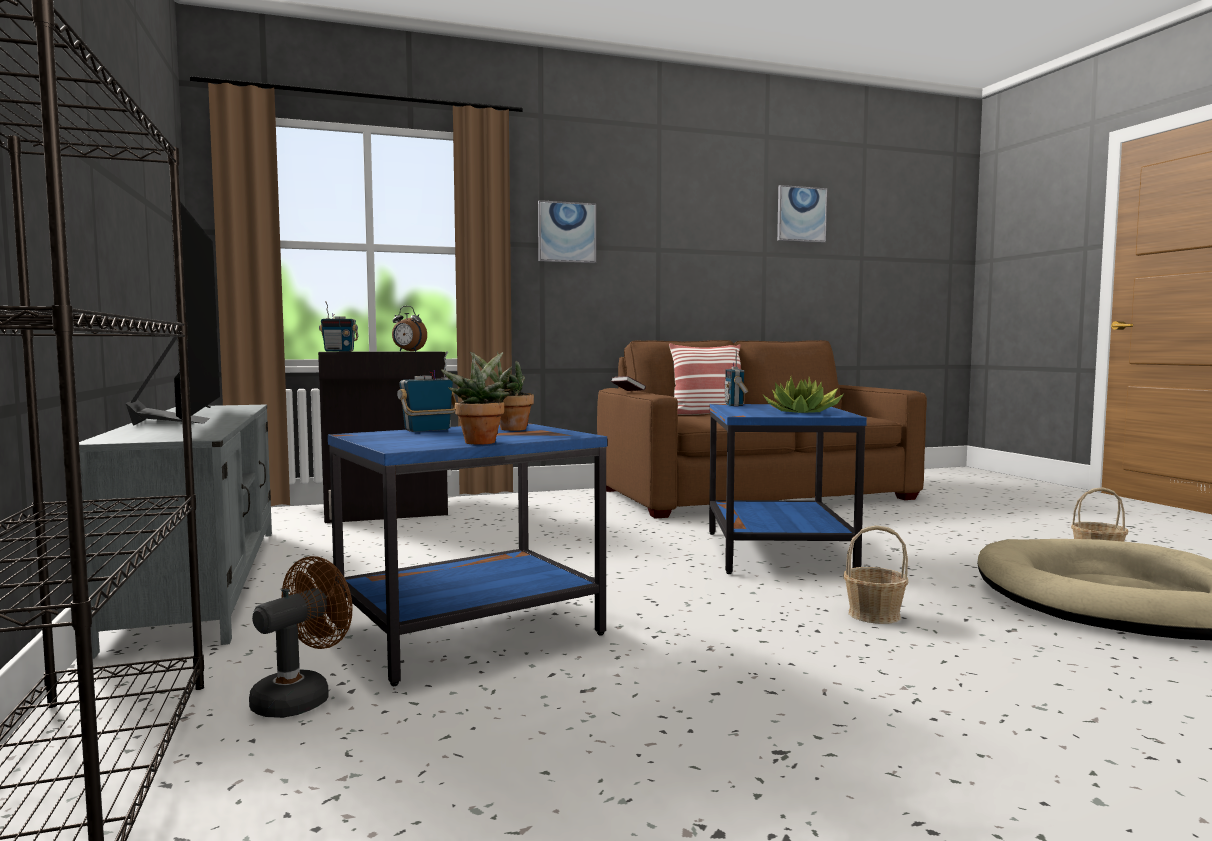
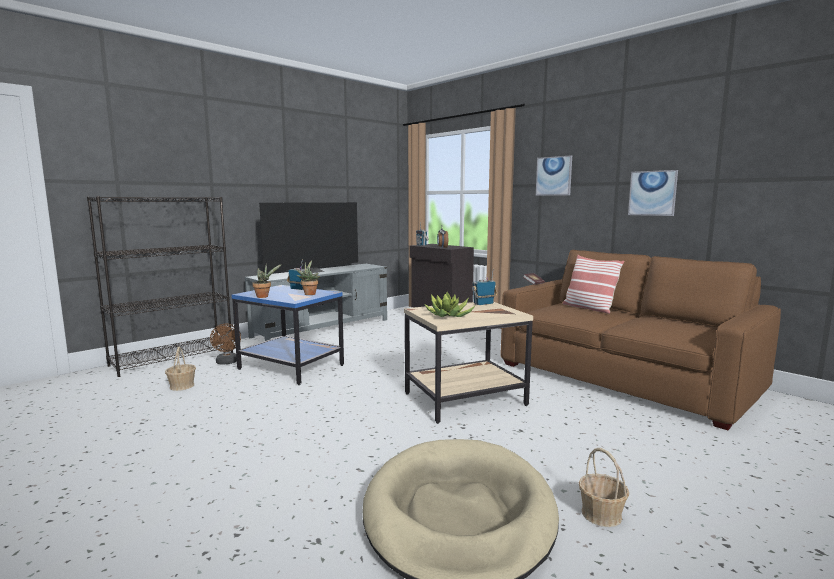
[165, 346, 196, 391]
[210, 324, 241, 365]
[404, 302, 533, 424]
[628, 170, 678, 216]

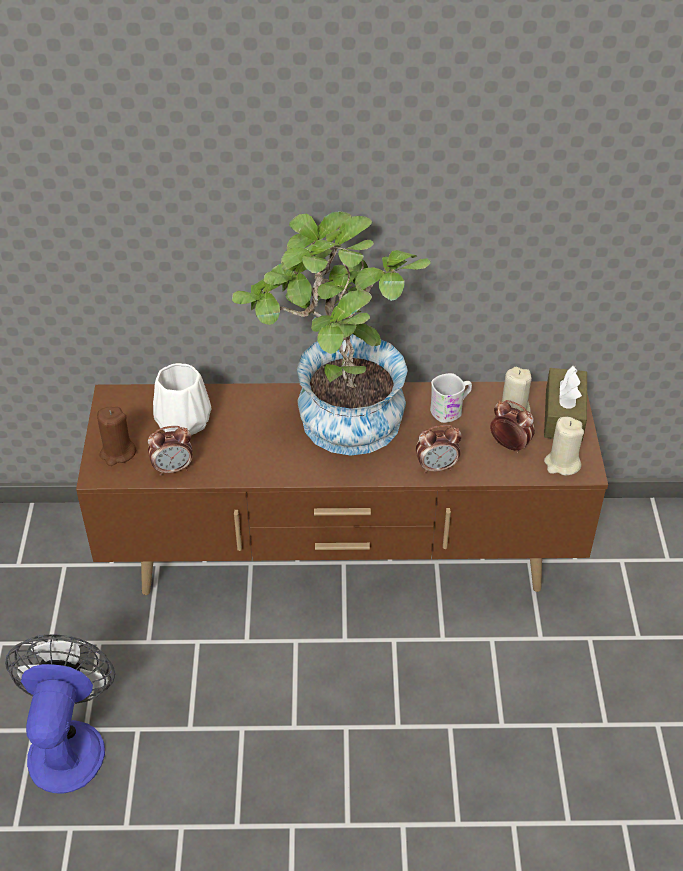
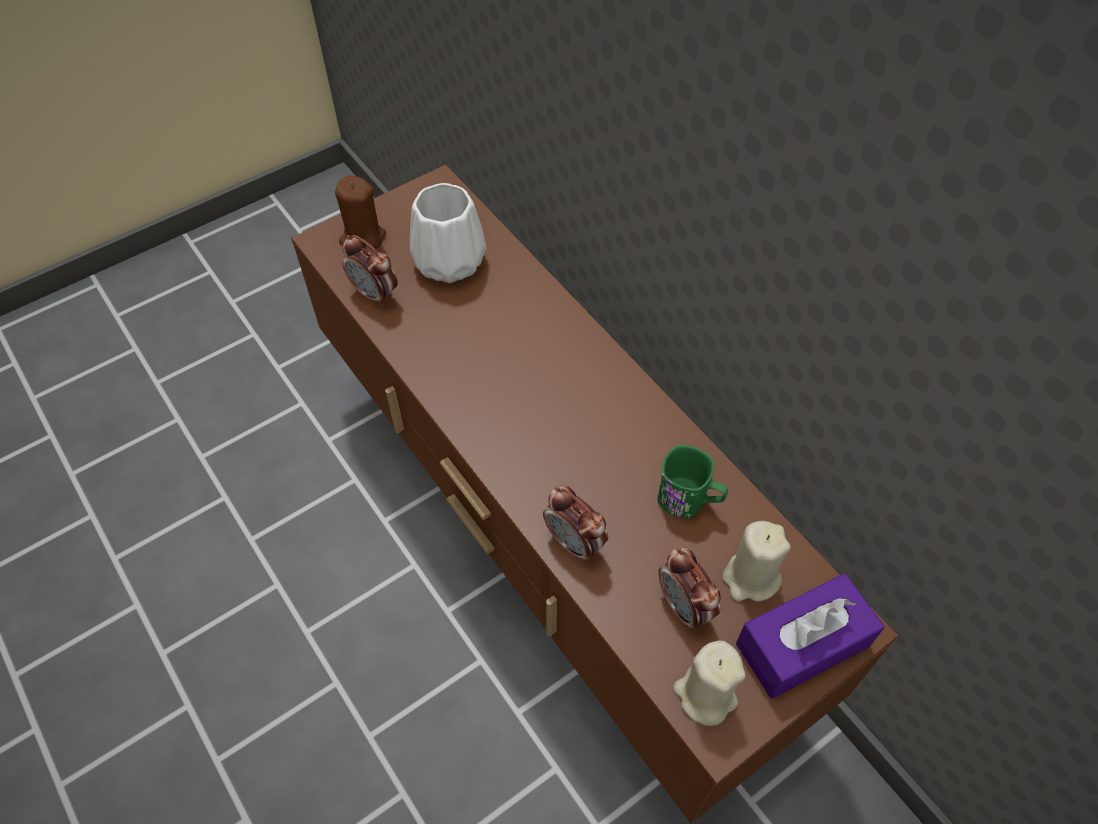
[657, 445, 728, 518]
[659, 547, 721, 629]
[736, 573, 884, 699]
[5, 634, 115, 793] (first image)
[232, 211, 431, 456] (first image)

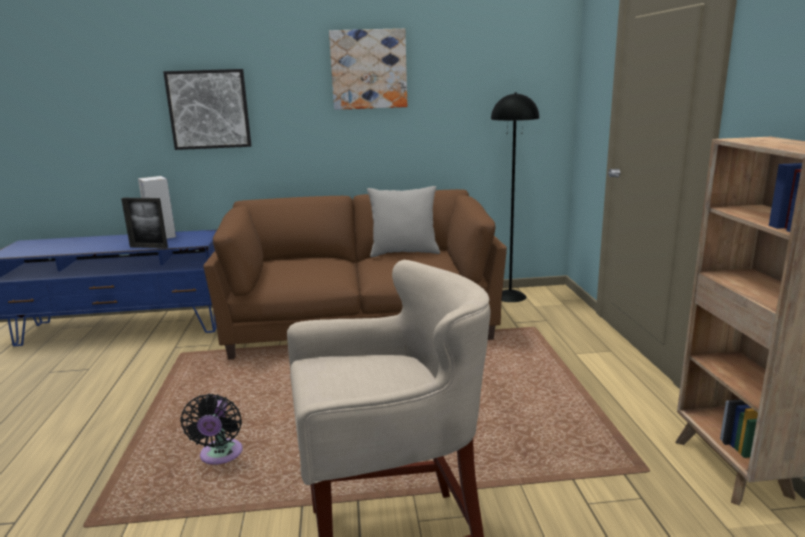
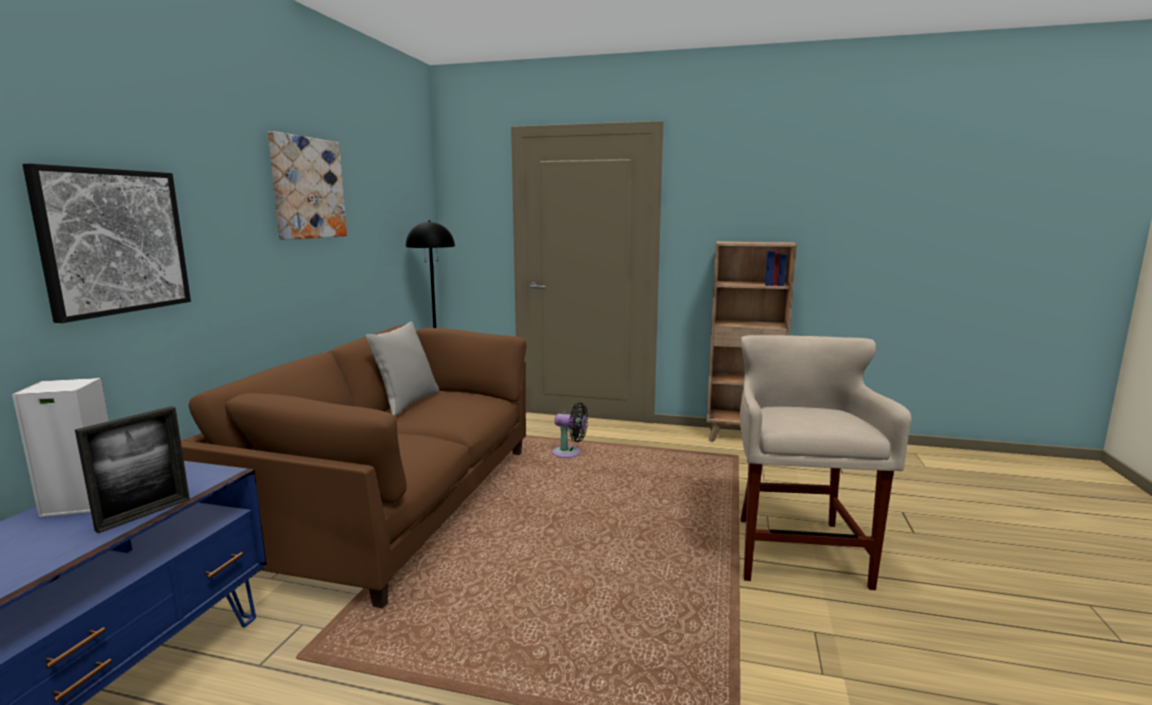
[552, 402, 588, 458]

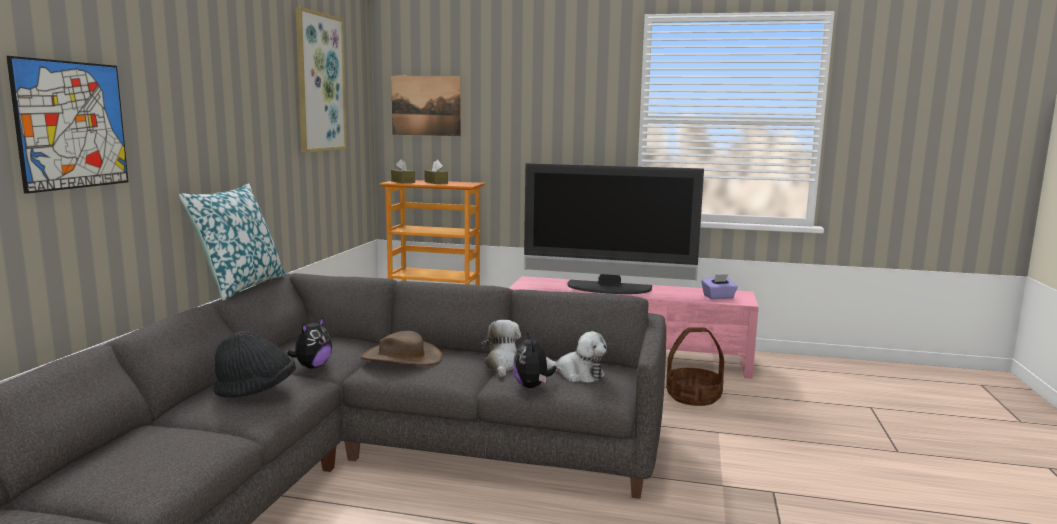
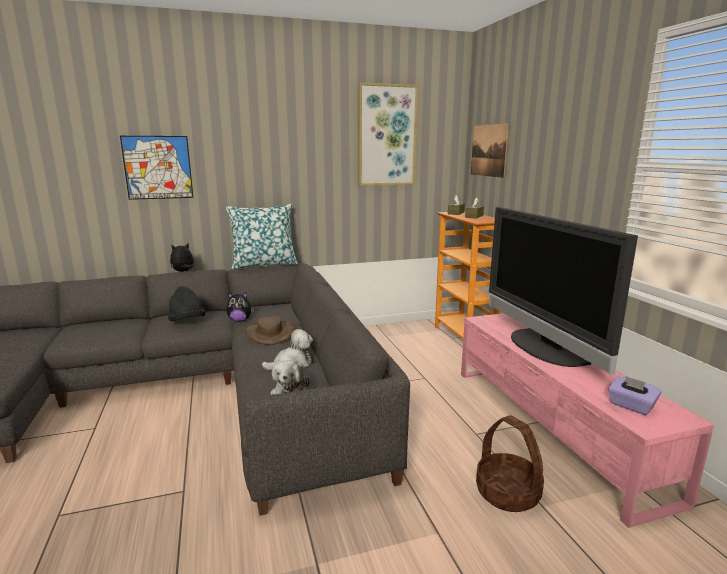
[170, 243, 194, 272]

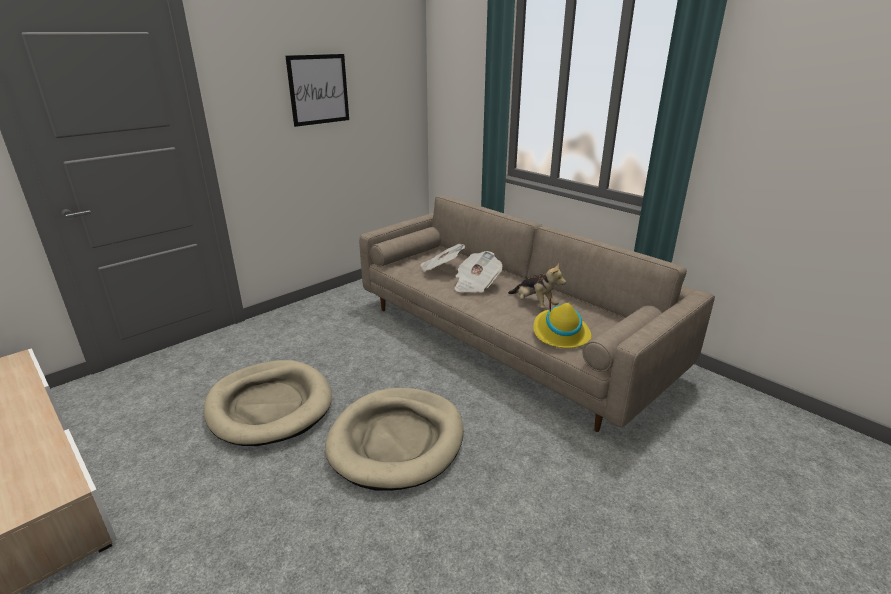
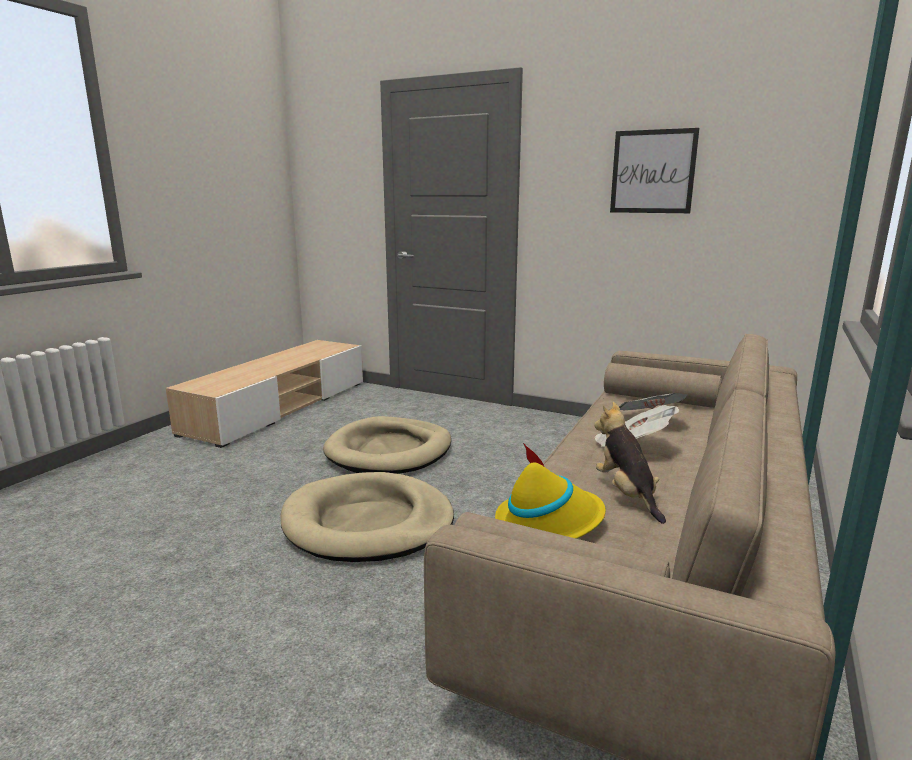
[594, 402, 666, 524]

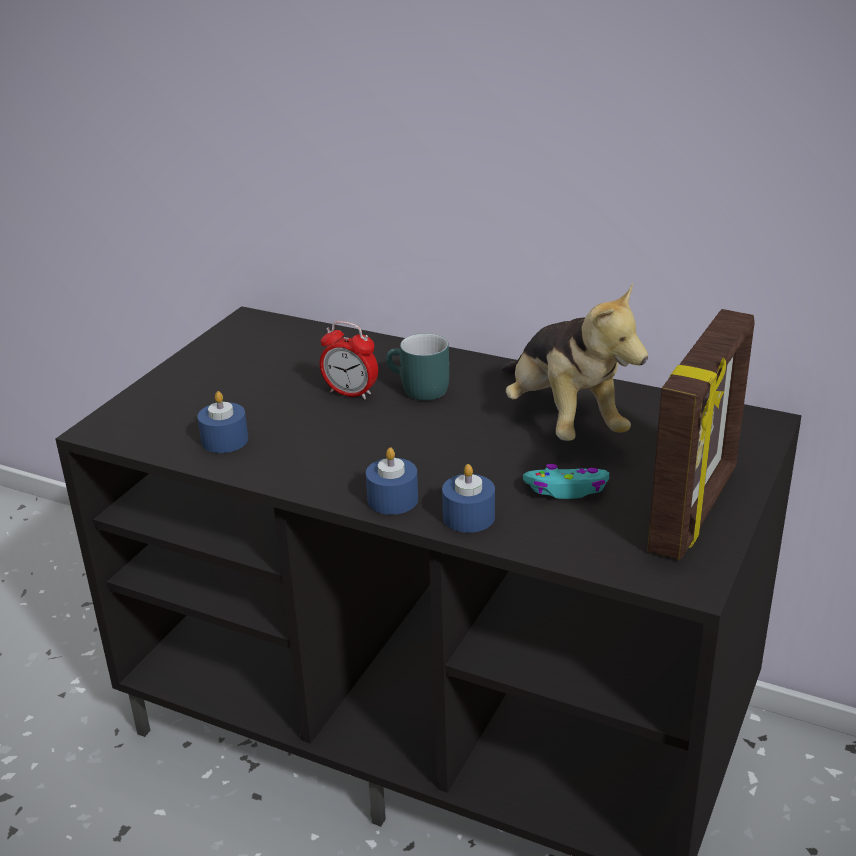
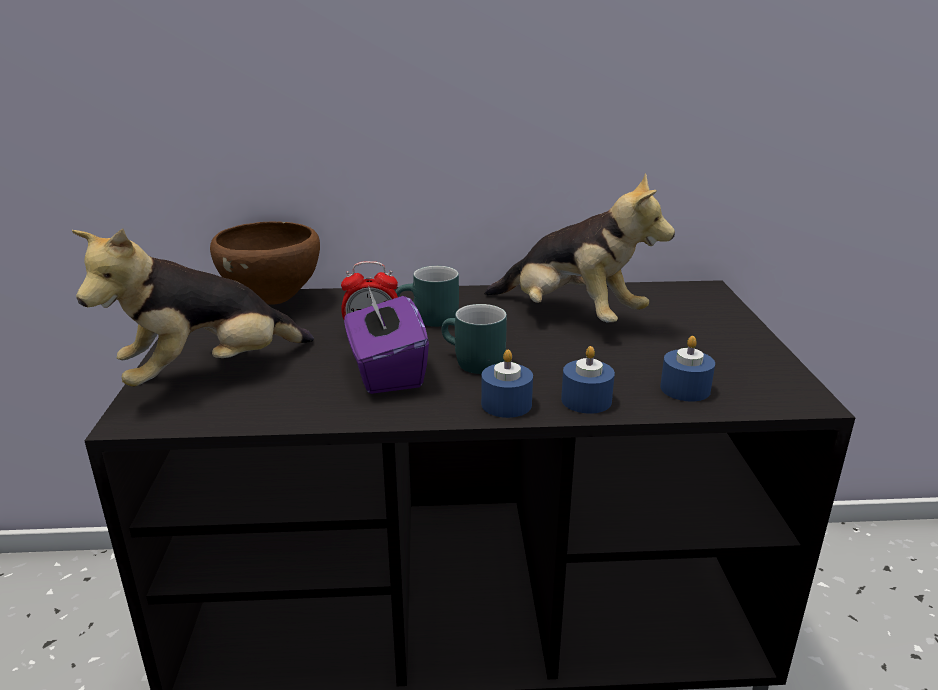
[72, 229, 314, 386]
[210, 222, 320, 305]
[344, 287, 429, 394]
[441, 304, 507, 374]
[660, 336, 715, 402]
[523, 464, 609, 499] (first image)
[648, 309, 755, 560] (first image)

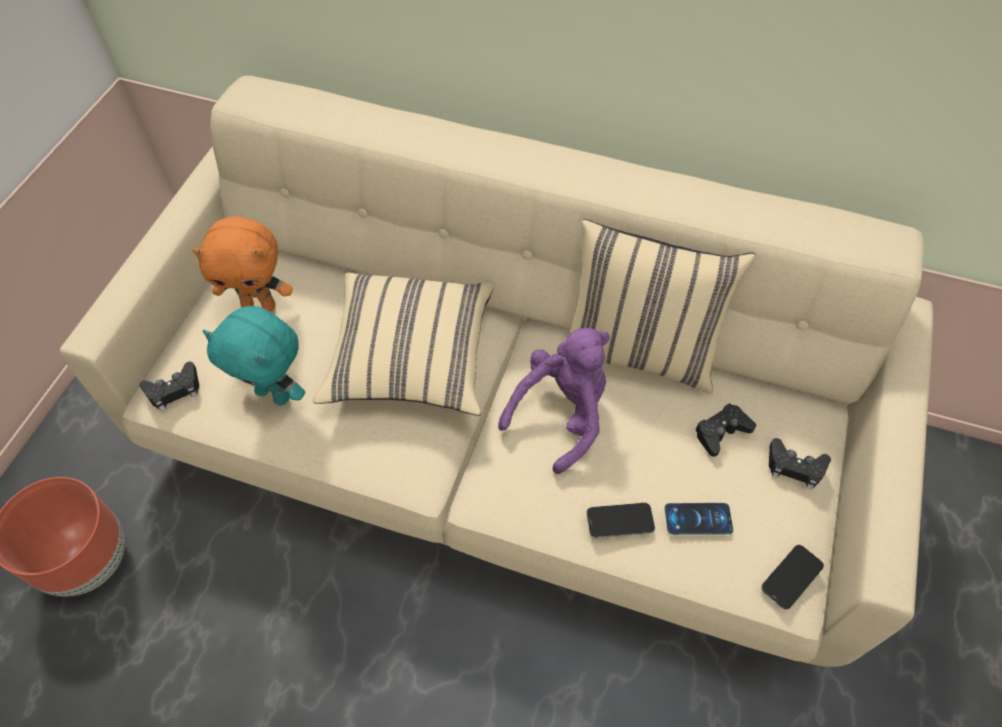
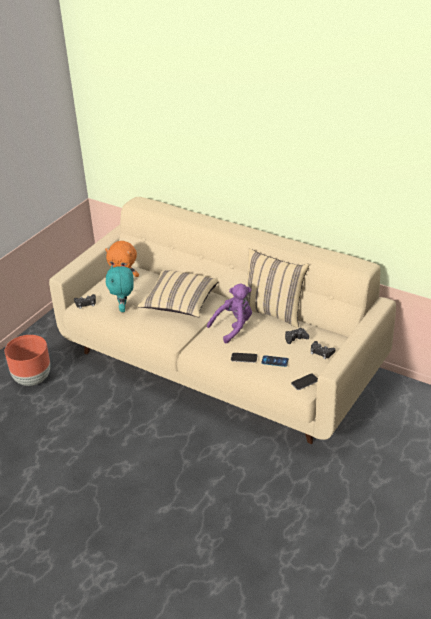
[106, 265, 134, 312]

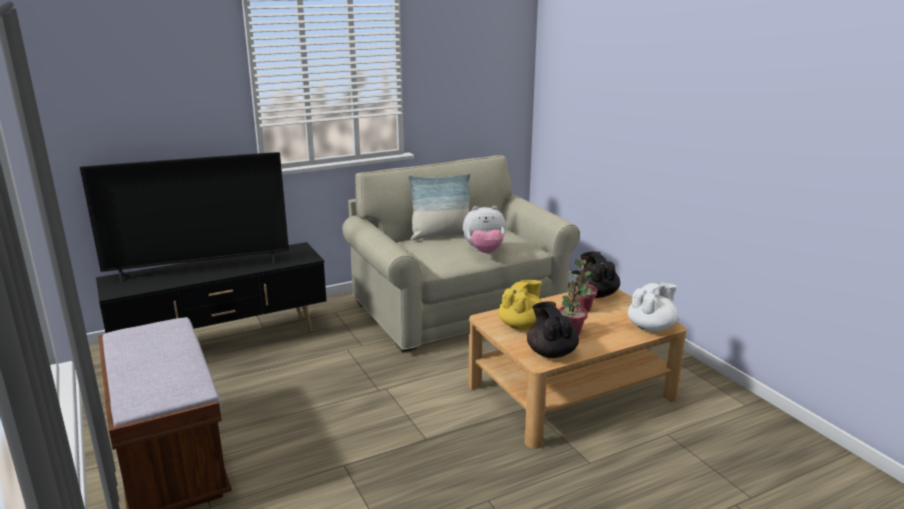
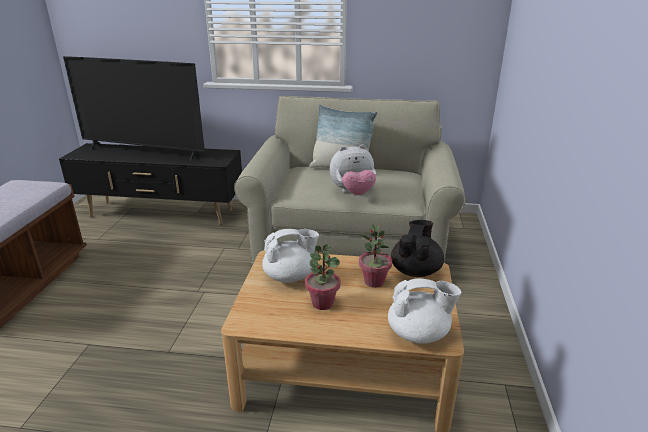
[262, 229, 319, 283]
[330, 144, 376, 195]
[527, 301, 579, 358] (first image)

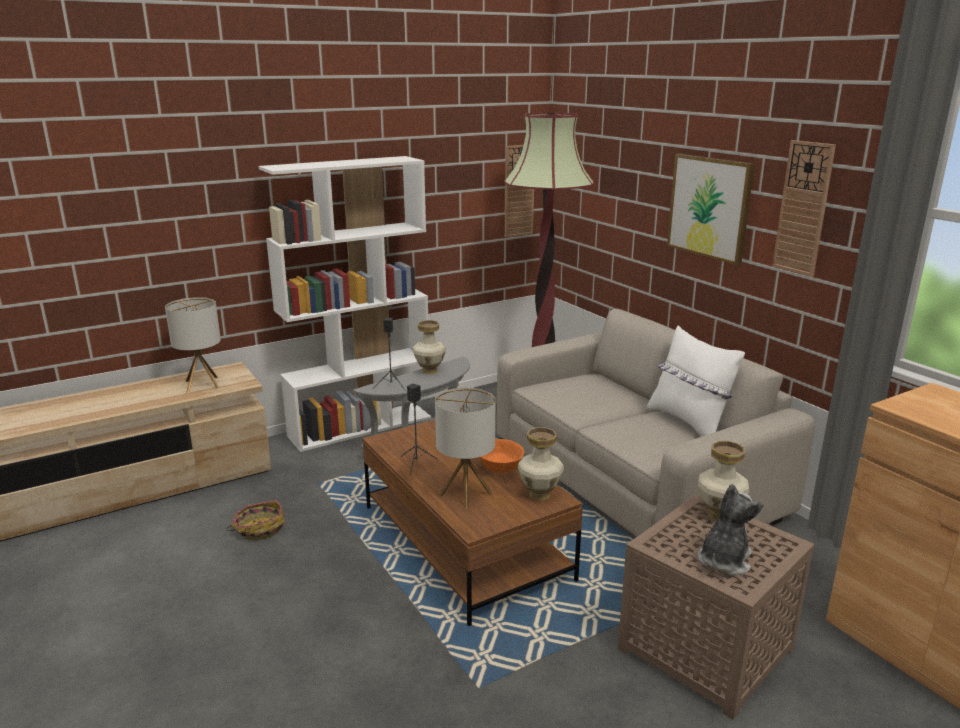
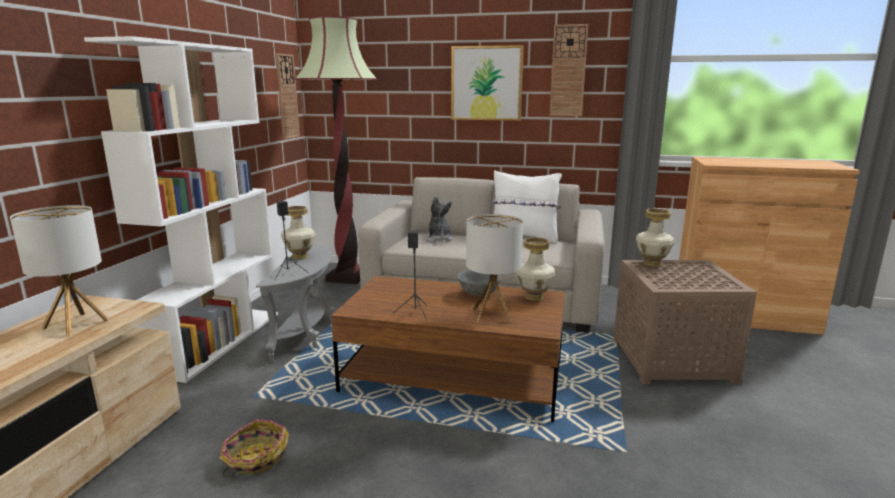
[426, 196, 453, 242]
[457, 270, 501, 296]

